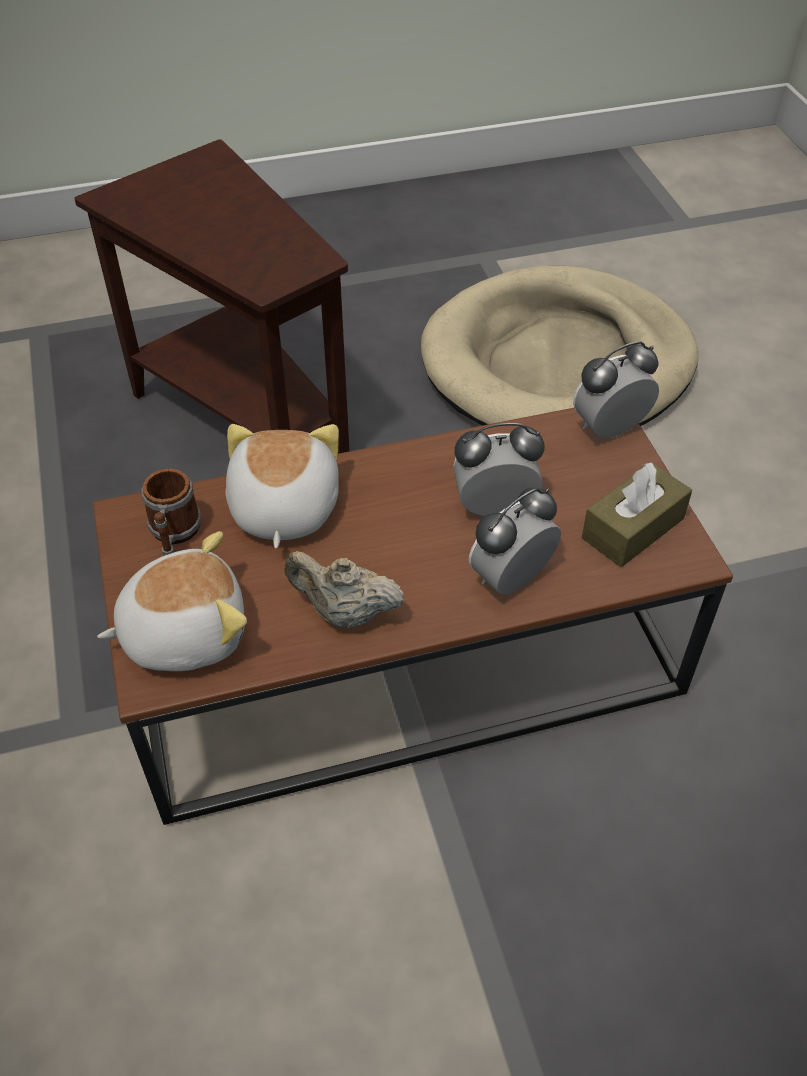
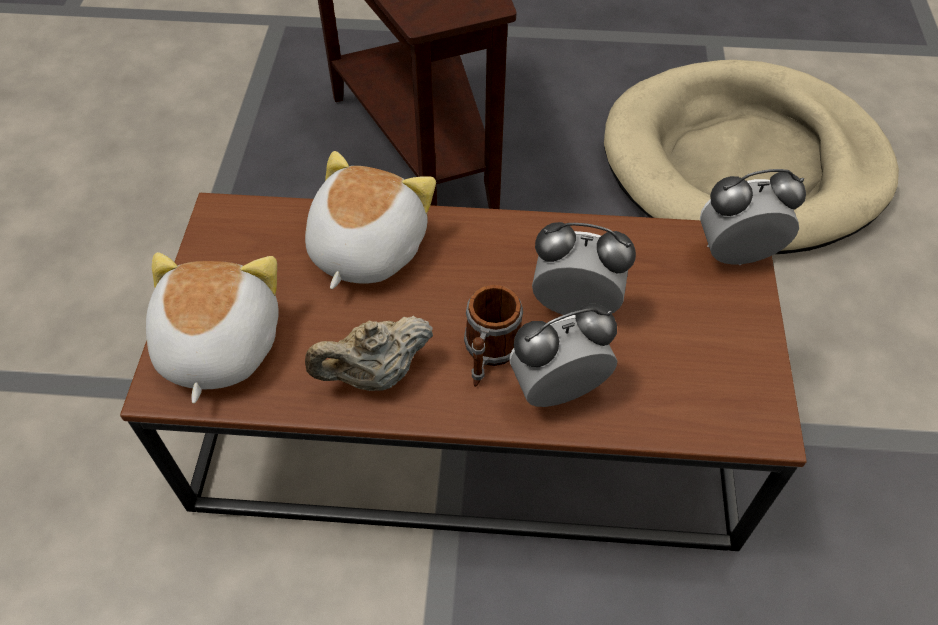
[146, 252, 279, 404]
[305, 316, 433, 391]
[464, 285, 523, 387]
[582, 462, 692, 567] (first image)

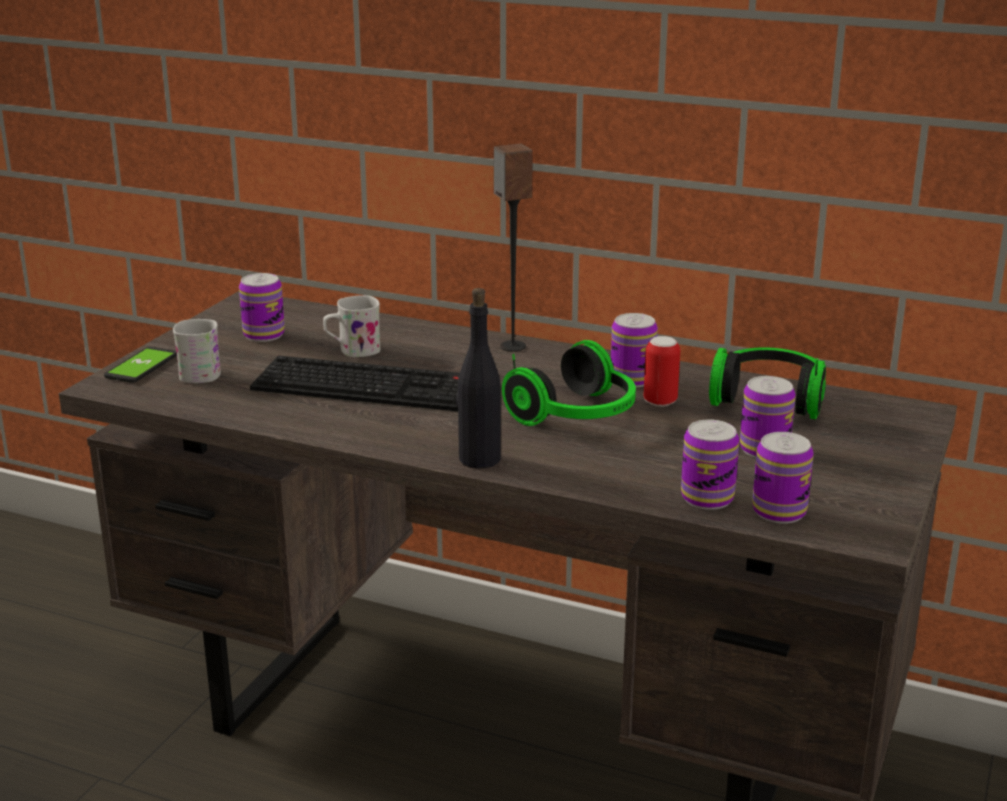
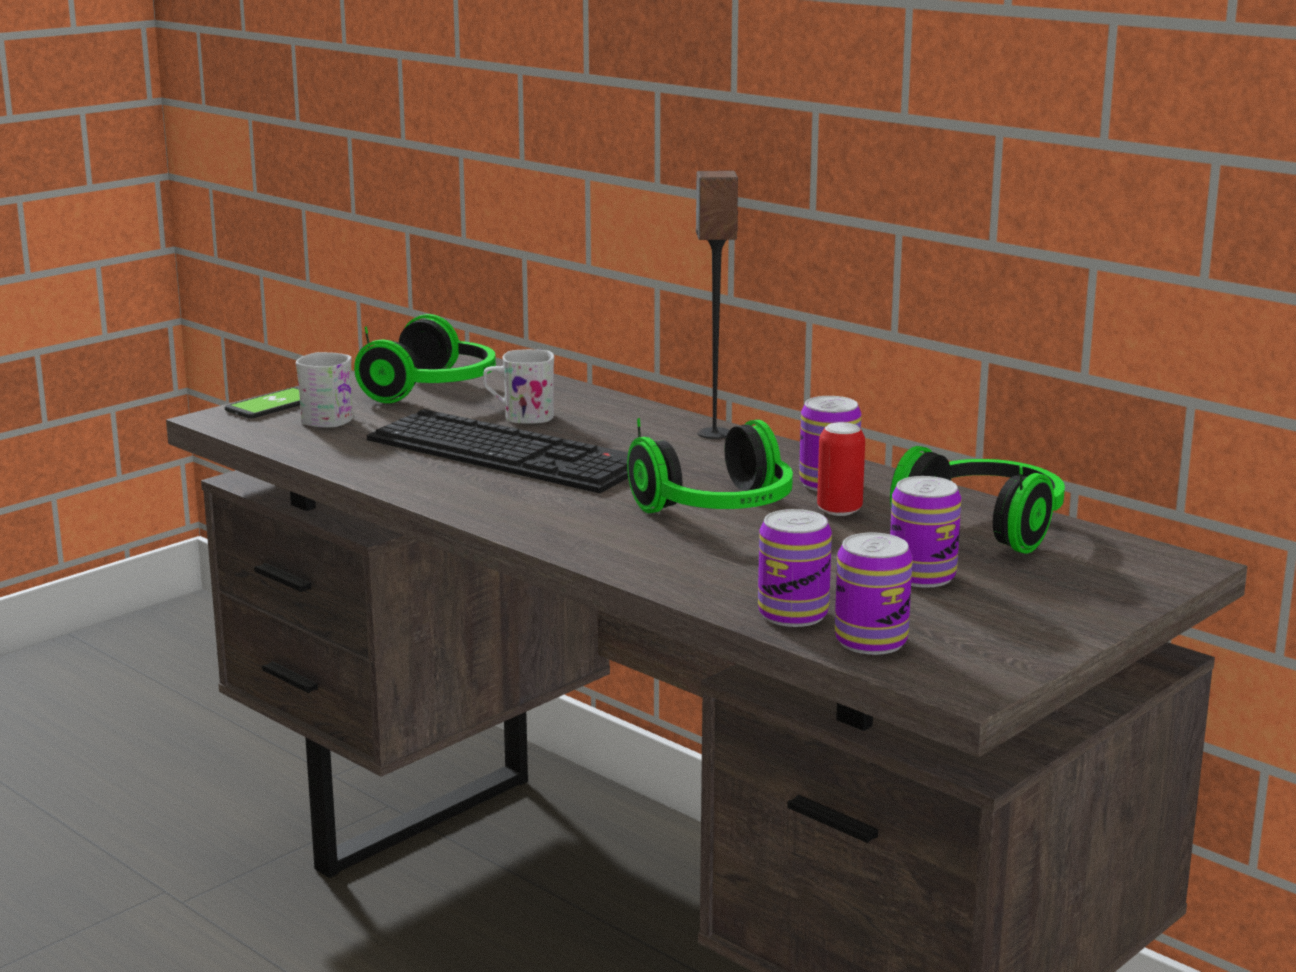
[354, 314, 496, 403]
[456, 288, 501, 469] (first image)

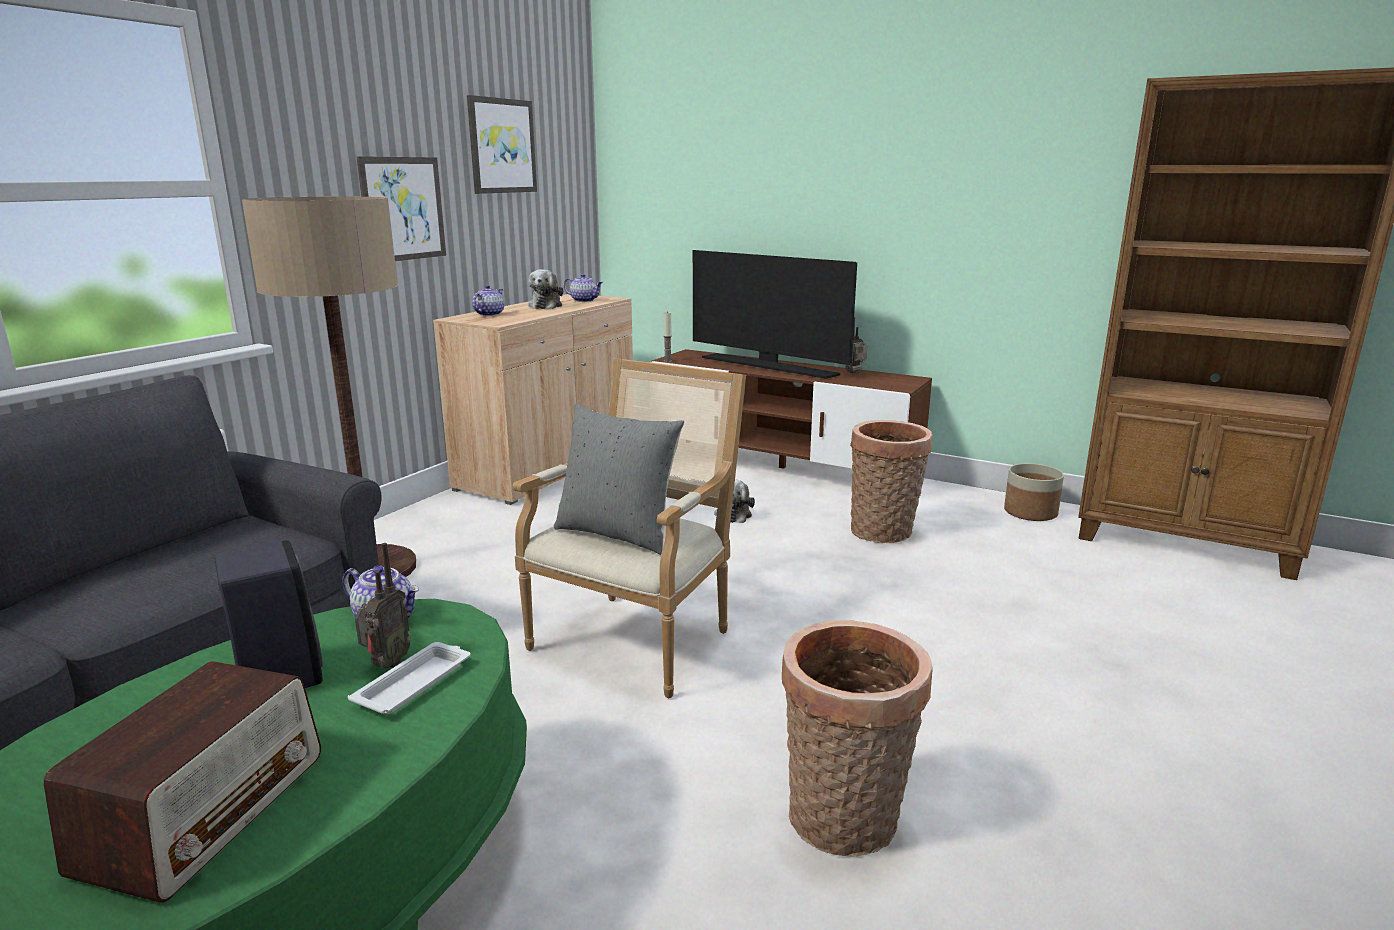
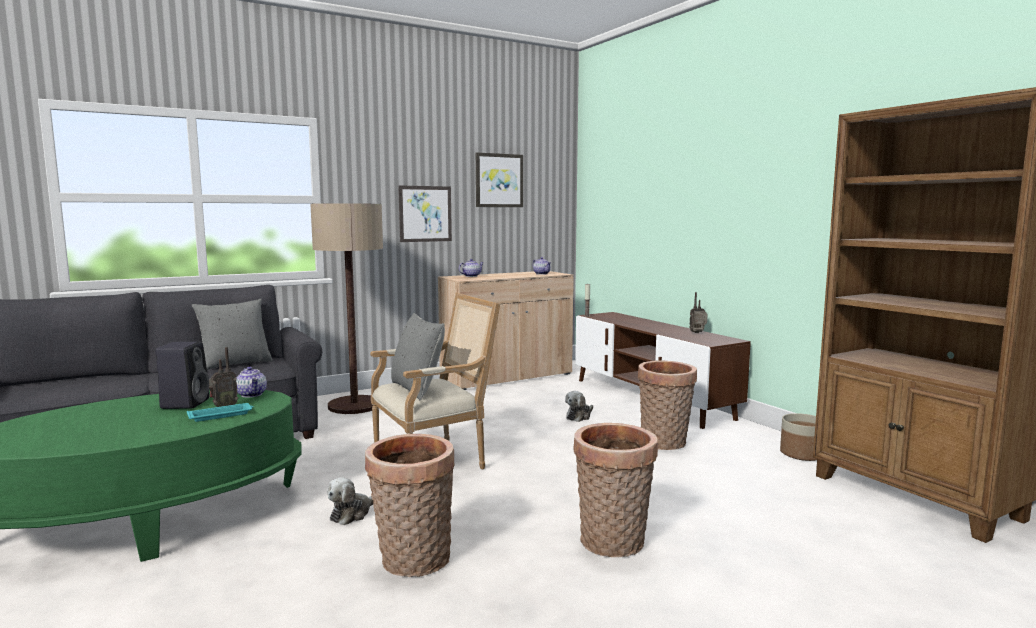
[187, 403, 253, 422]
[192, 299, 273, 370]
[327, 477, 373, 525]
[573, 423, 658, 557]
[44, 661, 321, 903] (first image)
[693, 250, 857, 379] (first image)

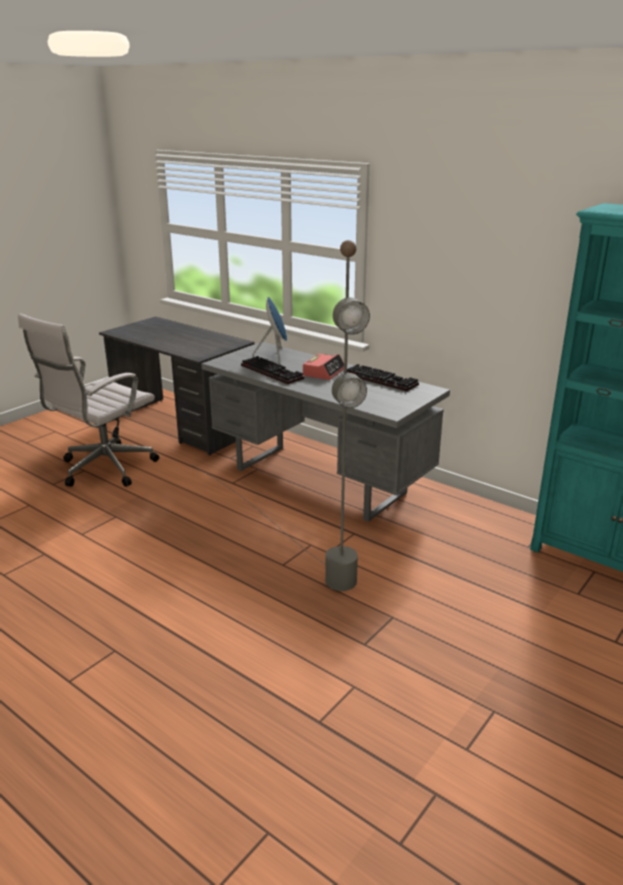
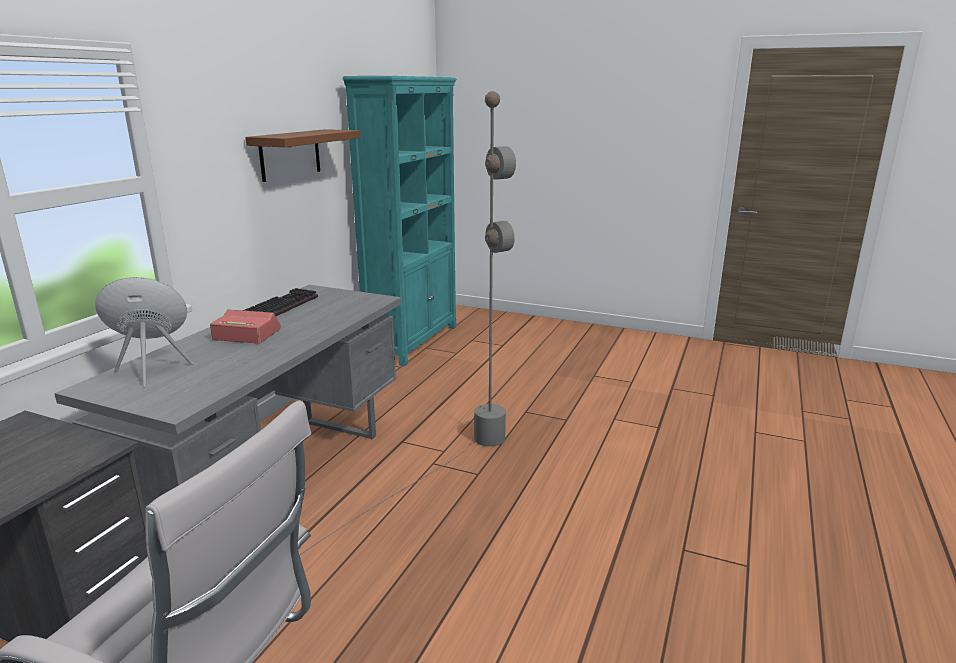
[245, 129, 360, 182]
[241, 356, 304, 384] (first image)

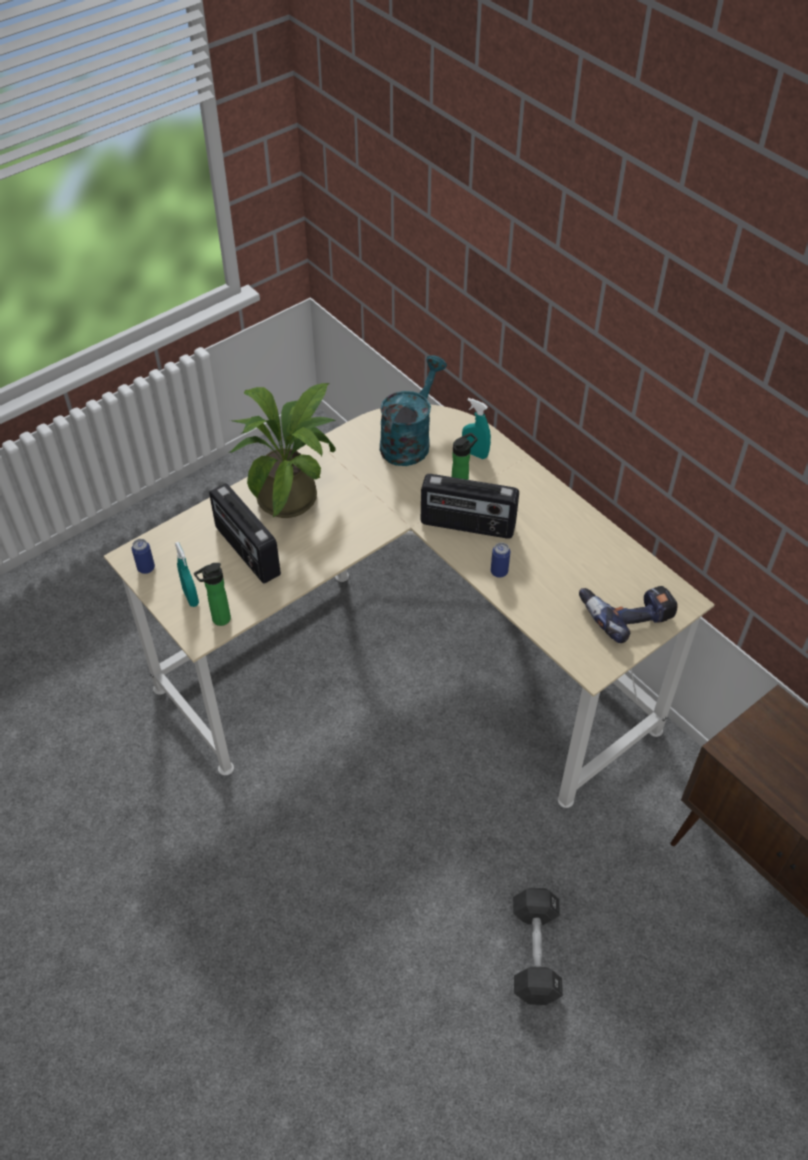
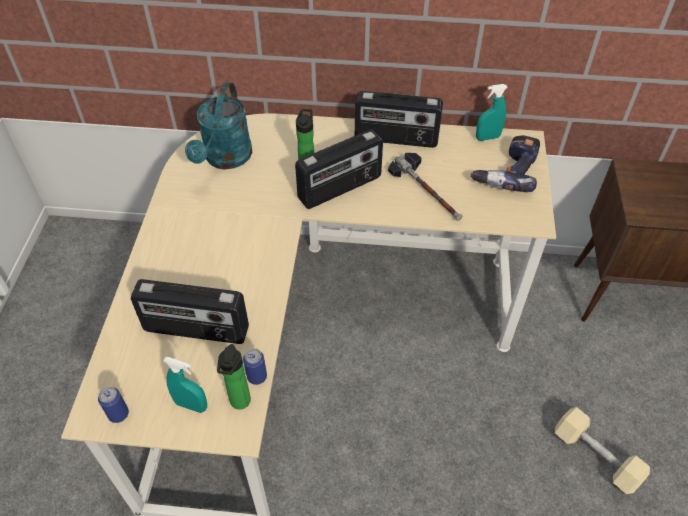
[185, 82, 252, 169]
[243, 348, 267, 385]
[355, 91, 443, 148]
[388, 153, 463, 221]
[476, 84, 508, 141]
[555, 407, 650, 494]
[228, 383, 336, 518] (first image)

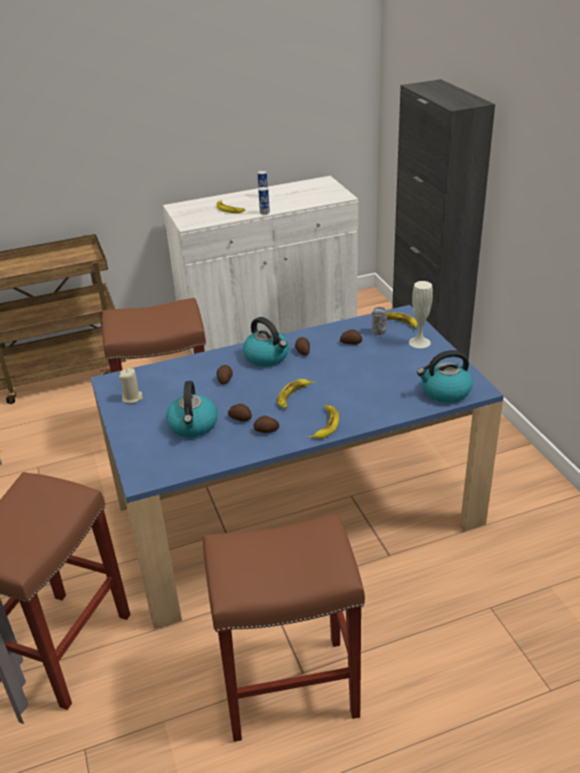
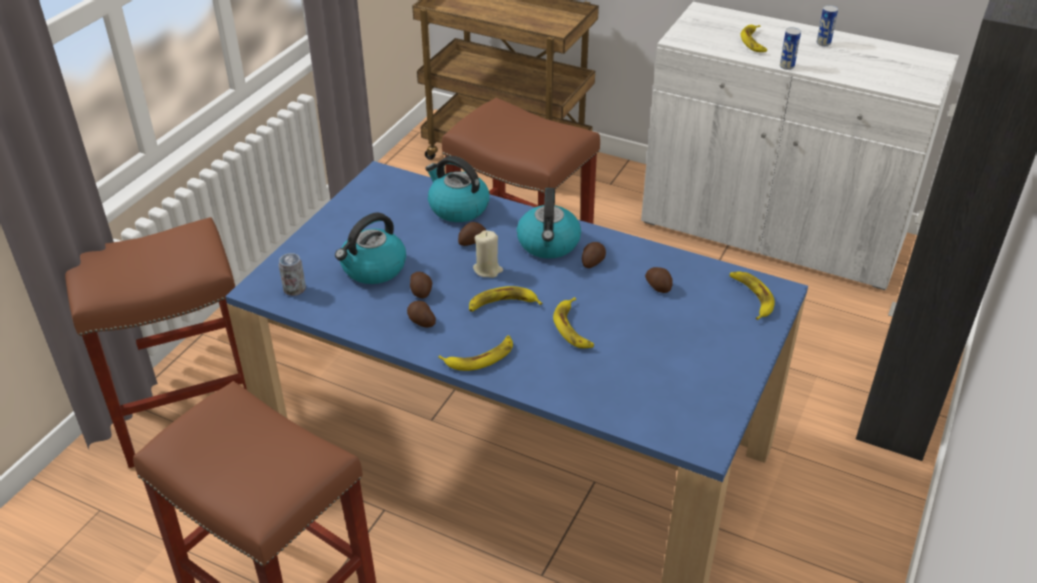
[279, 253, 306, 296]
[425, 156, 490, 222]
[473, 230, 503, 278]
[553, 297, 594, 348]
[409, 281, 433, 348] (first image)

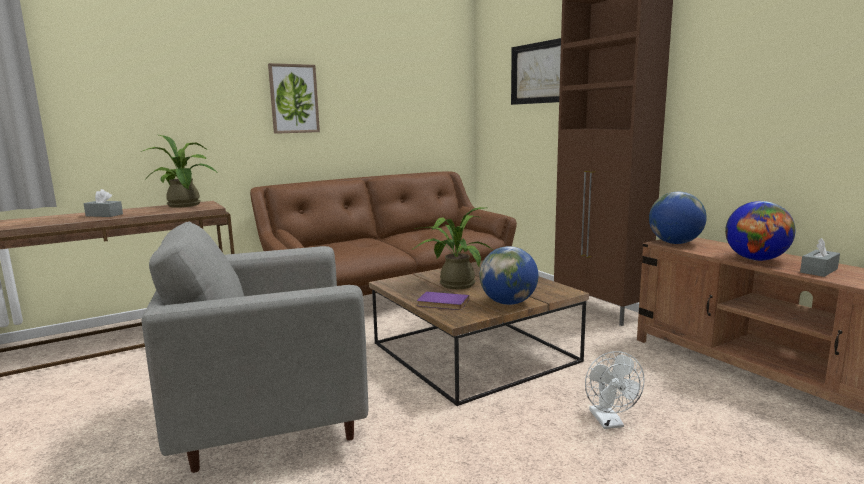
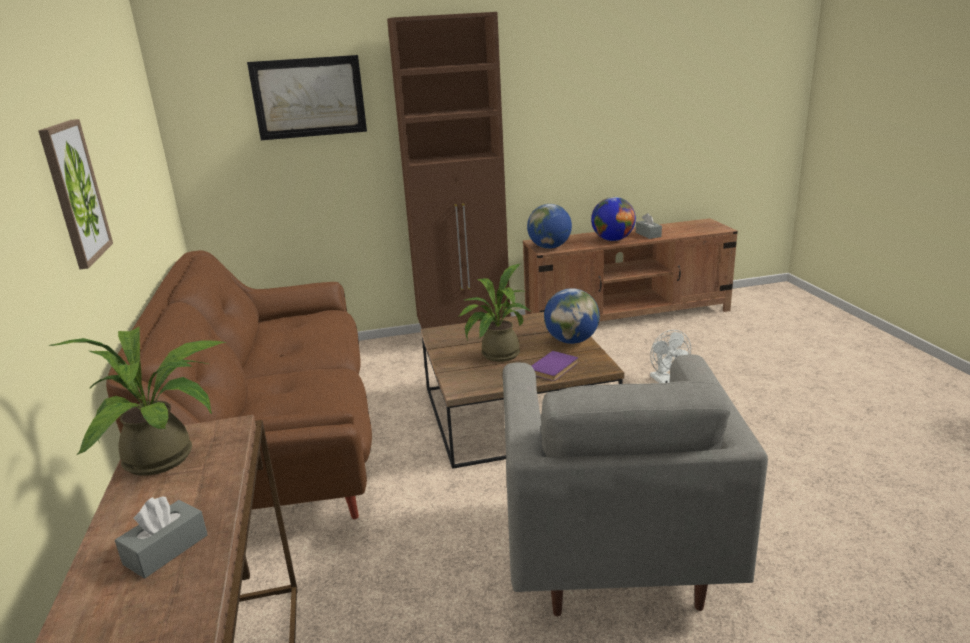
[650, 330, 691, 383]

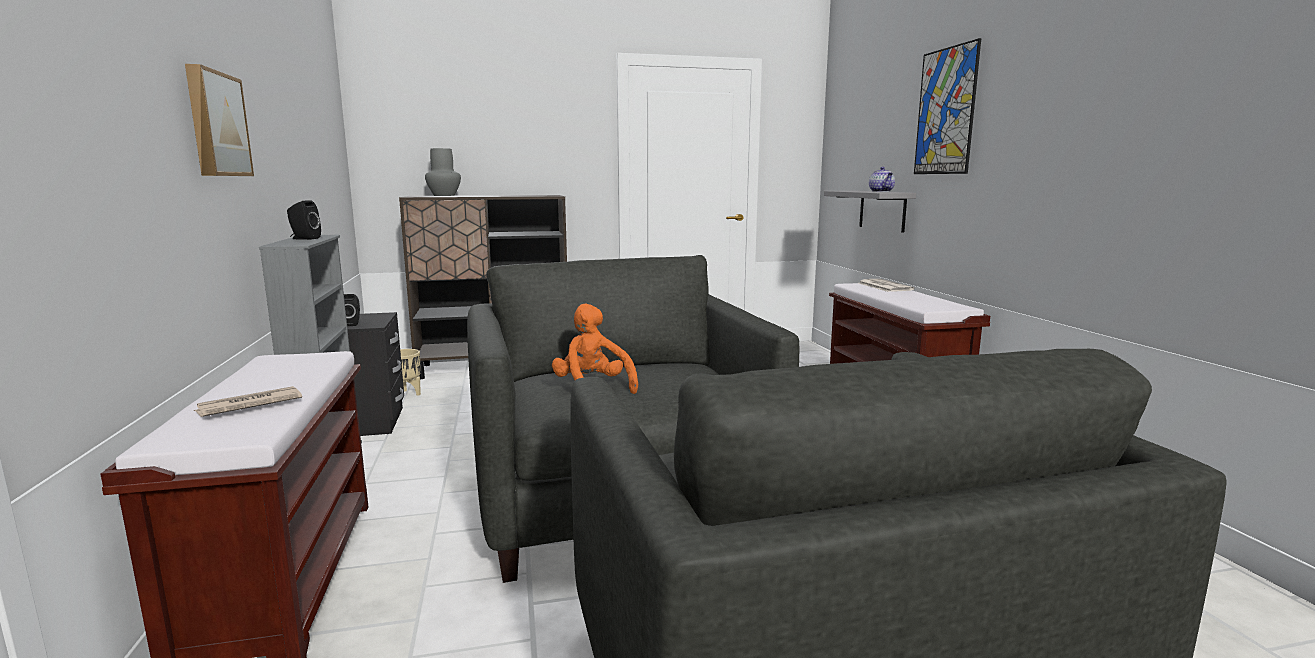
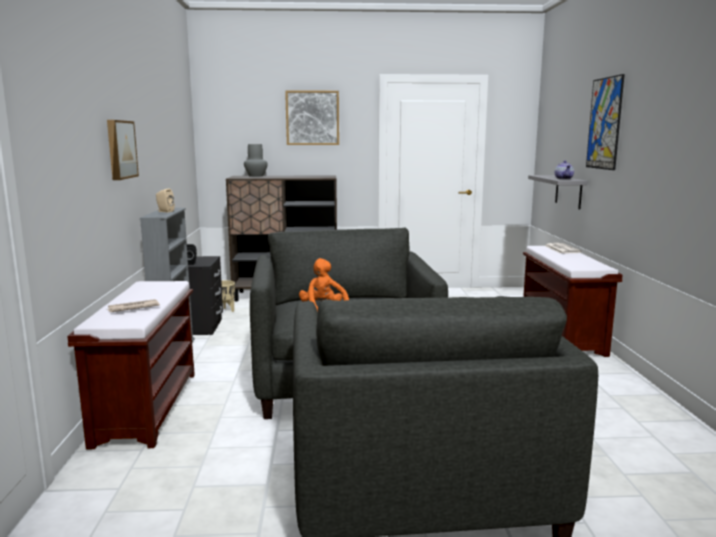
[156, 189, 175, 212]
[285, 90, 339, 145]

